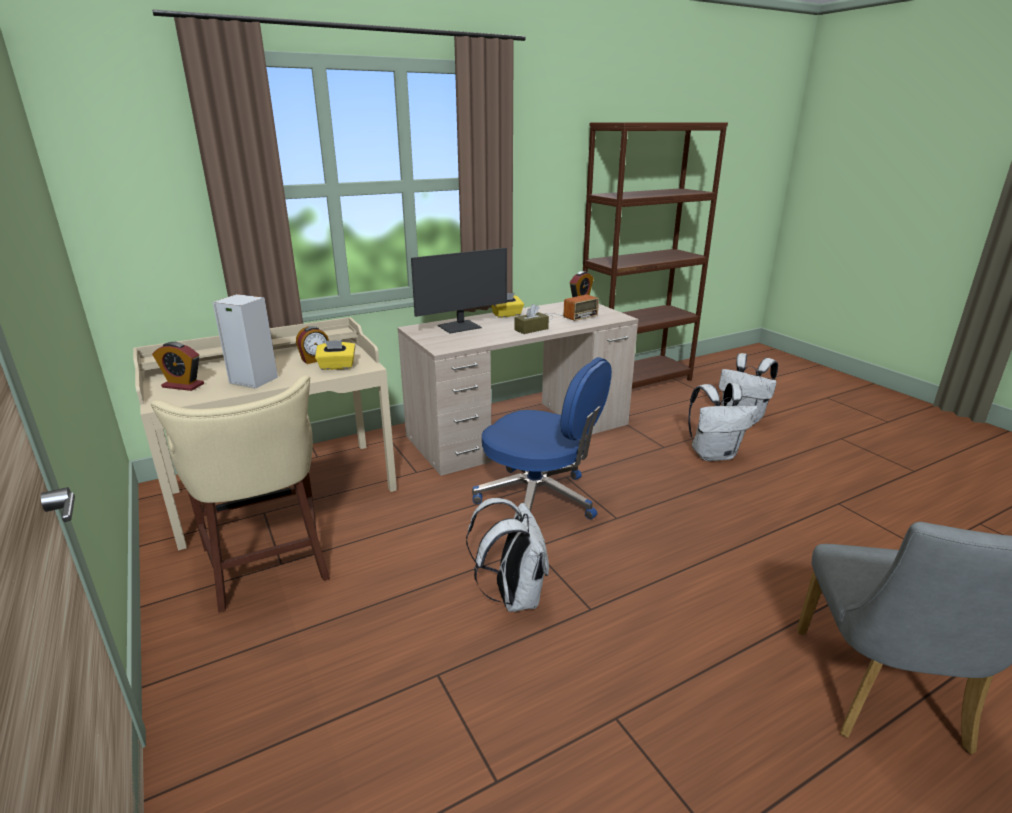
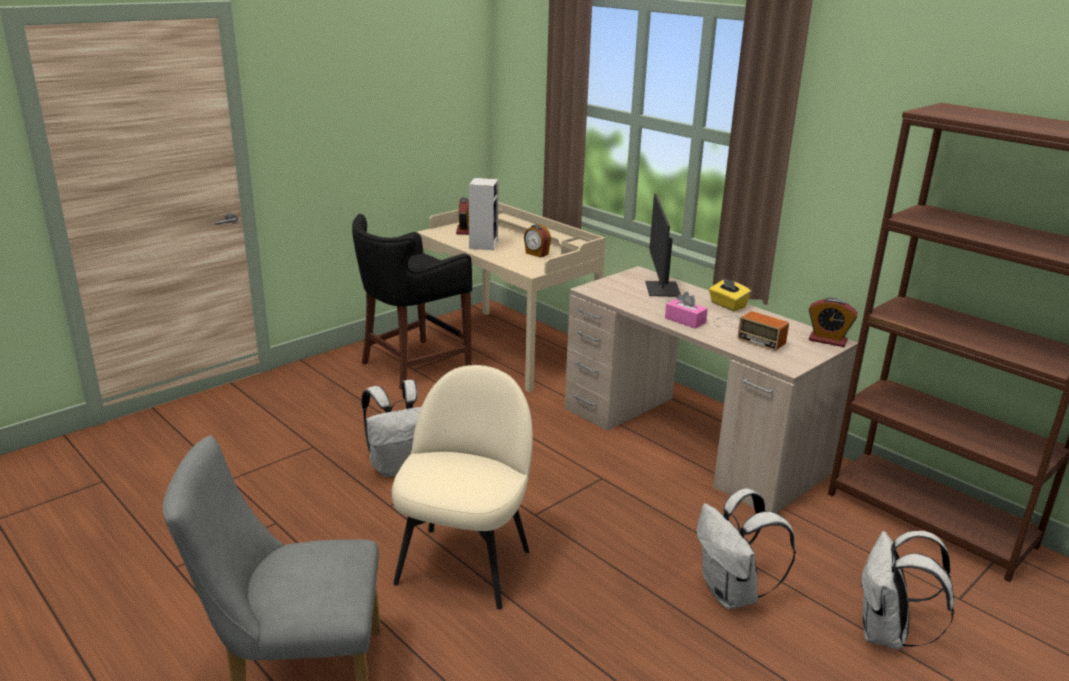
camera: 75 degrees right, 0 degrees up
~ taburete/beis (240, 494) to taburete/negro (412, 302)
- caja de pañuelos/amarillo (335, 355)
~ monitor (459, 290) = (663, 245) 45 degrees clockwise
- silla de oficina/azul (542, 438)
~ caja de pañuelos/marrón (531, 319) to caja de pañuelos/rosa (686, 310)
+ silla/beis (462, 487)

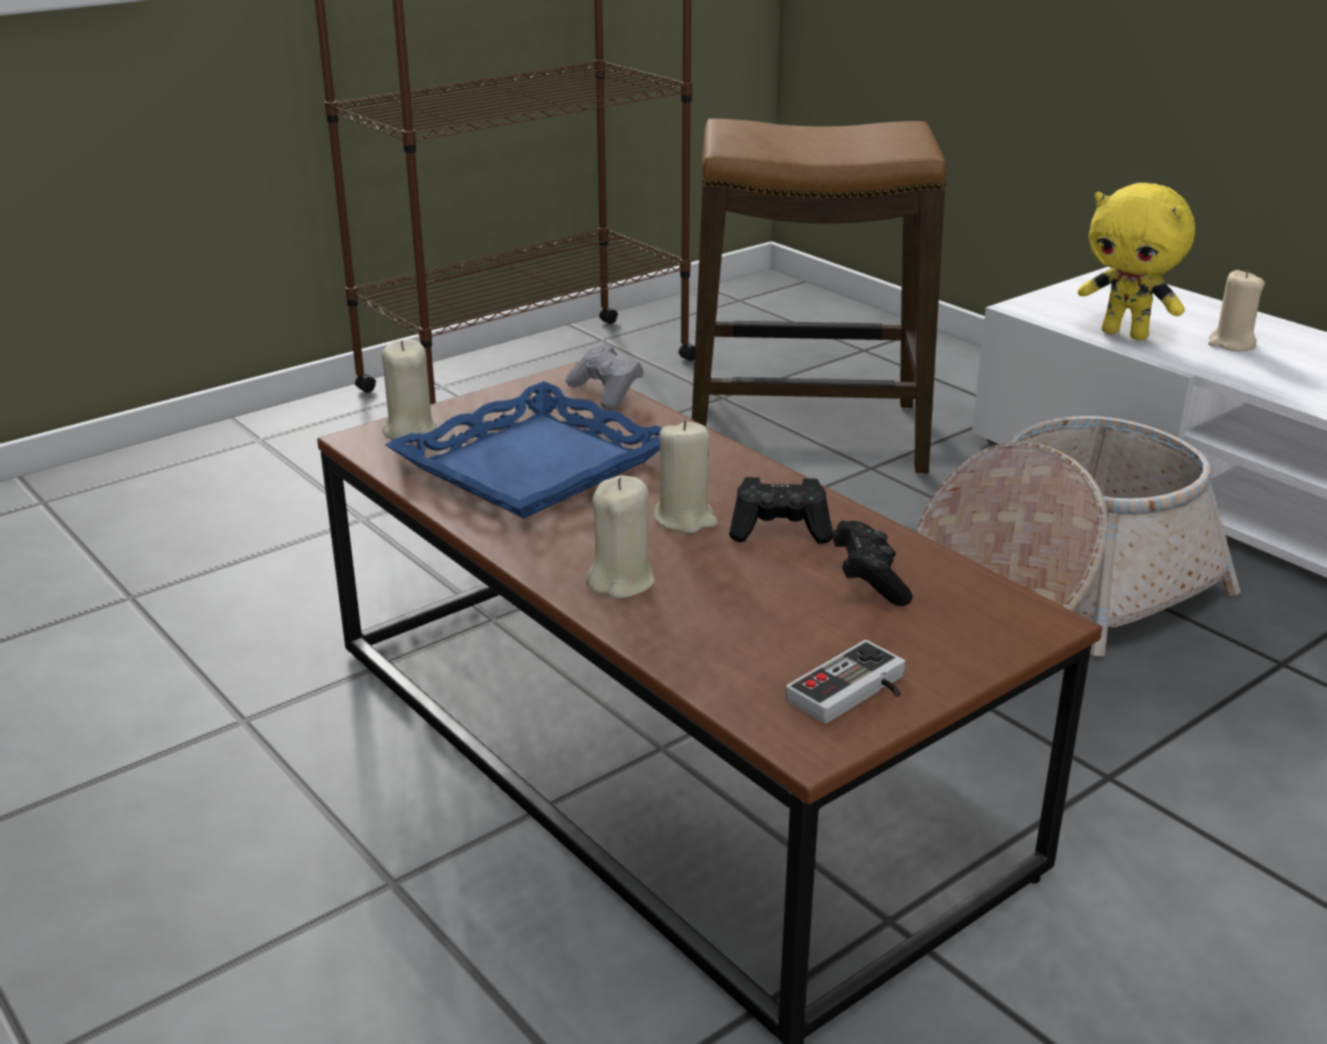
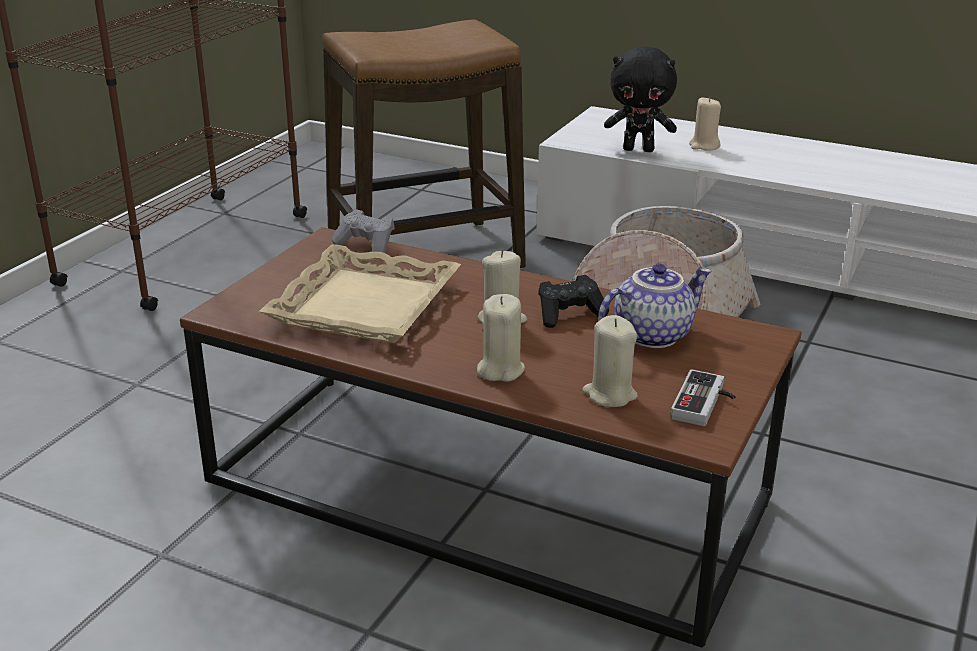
camera: 25 degrees left, 0 degrees up
~ vela/beis (409, 389) to (610, 361)
~ bandeja/azul (523, 449) to bandeja/beis (360, 293)
~ mando de consola/negro (872, 563) to tetera (655, 305)
~ peluche/amarillo (1136, 261) to peluche/negro (640, 99)

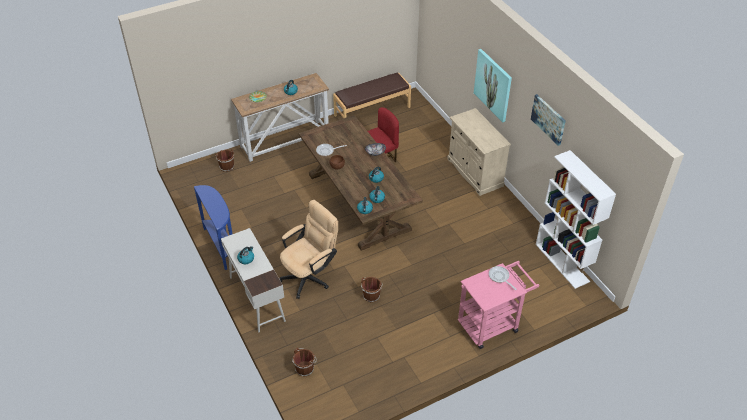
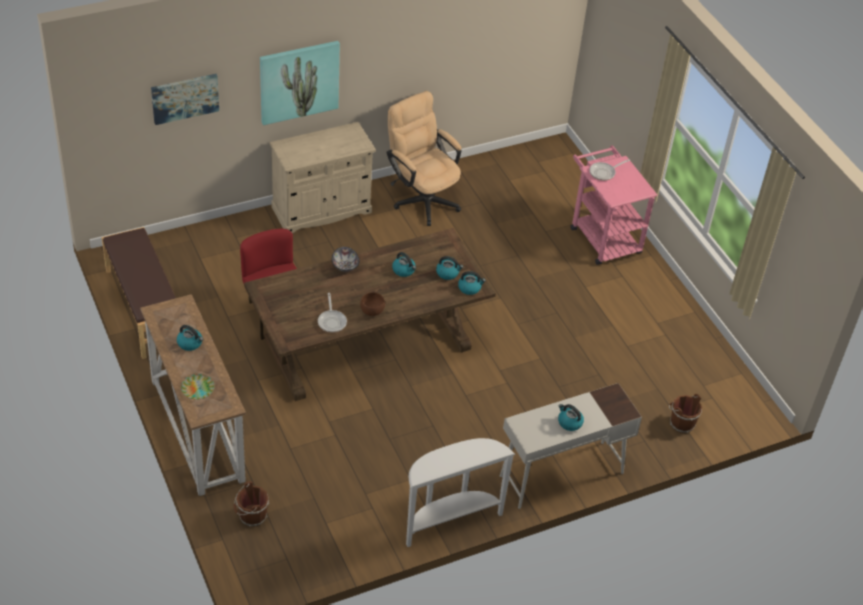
camera: 90 degrees left, 0 degrees up
~ mesa consola/azul (213, 227) to mesa consola/blanco (460, 492)
~ silla de oficina/beis (308, 249) to (424, 158)
- cubo/marrón (372, 289)
~ cuadro (548, 120) to (185, 99)
- estantería/blanco (576, 219)

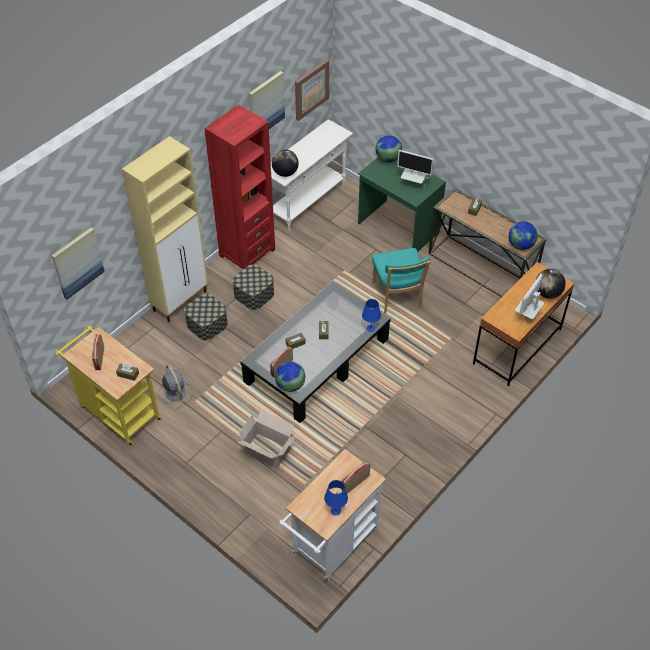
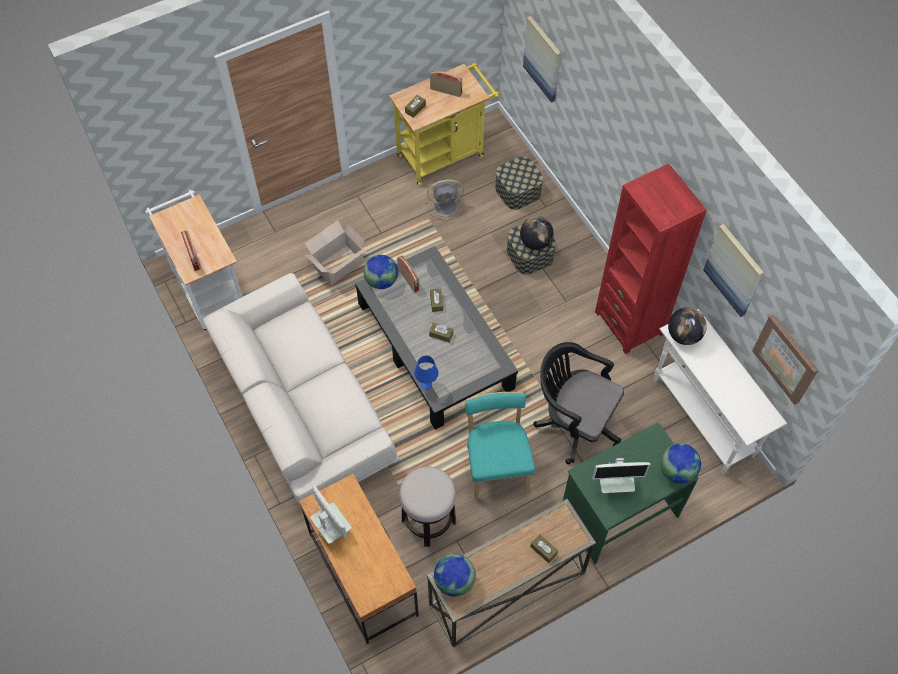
camera: 110 degrees right, 10 degrees up
- armario/beis (165, 229)
~ caja de almacenaje (253, 287) to (519, 183)
- lámpara de mesa/azul (336, 497)
~ silla/turquesa (401, 281) = (500, 445) 75 degrees clockwise
~ monitor (415, 168) = (621, 475) 135 degrees counterclockwise
~ globo terráqueo (551, 284) to (537, 233)
+ sofá/blanco (301, 389)
+ taburete (427, 506)
+ silla de oficina/negro (578, 403)

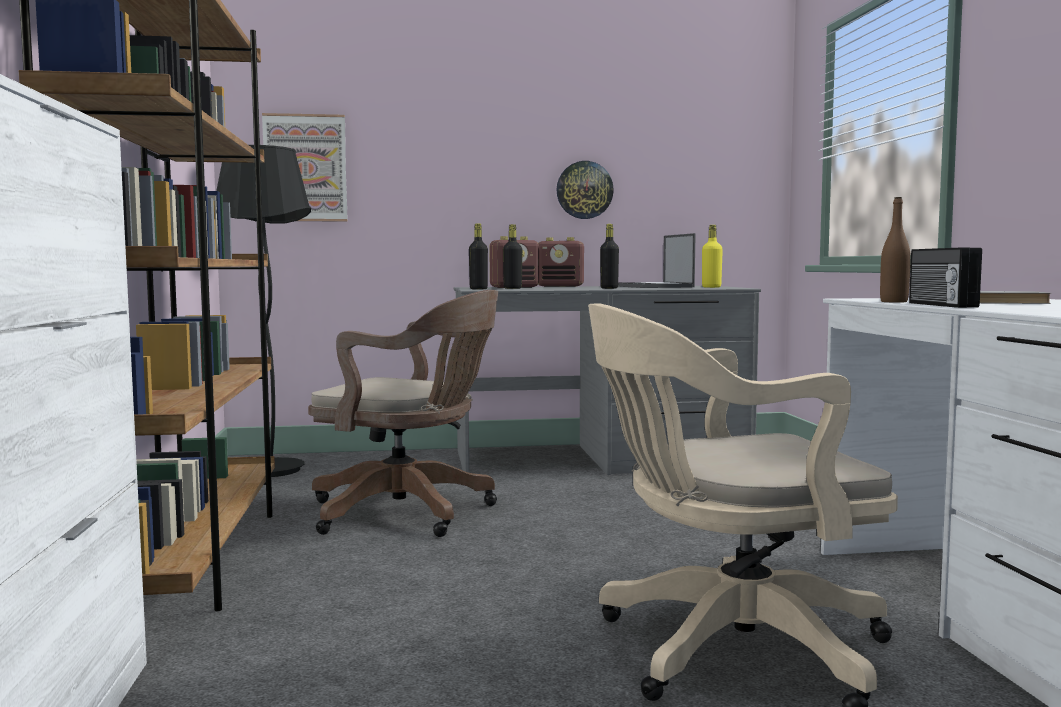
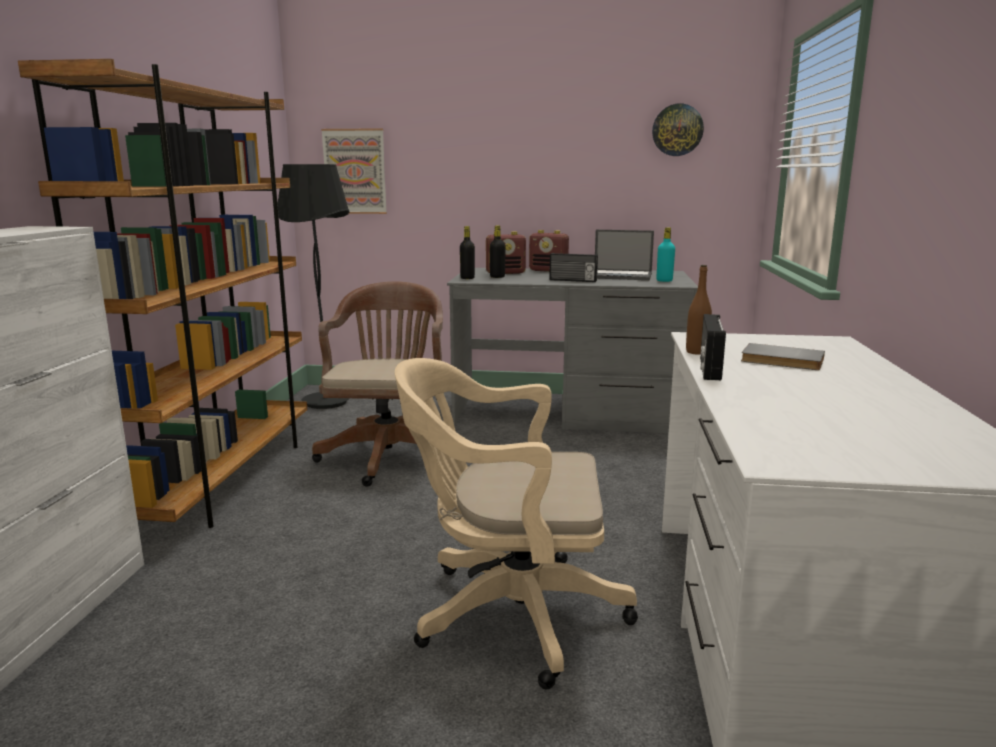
camera: 15 degrees right, 10 degrees up
~ silla de oficina/marrón (403, 413) = (377, 384) 120 degrees counterclockwise
~ reloj de pared (585, 190) to (678, 129)
~ botella/negro (609, 256) to radio (573, 267)
~ portátil (657, 260) = (624, 255) 75 degrees counterclockwise
~ botella/amarillo (712, 256) to botella/turquesa (665, 254)

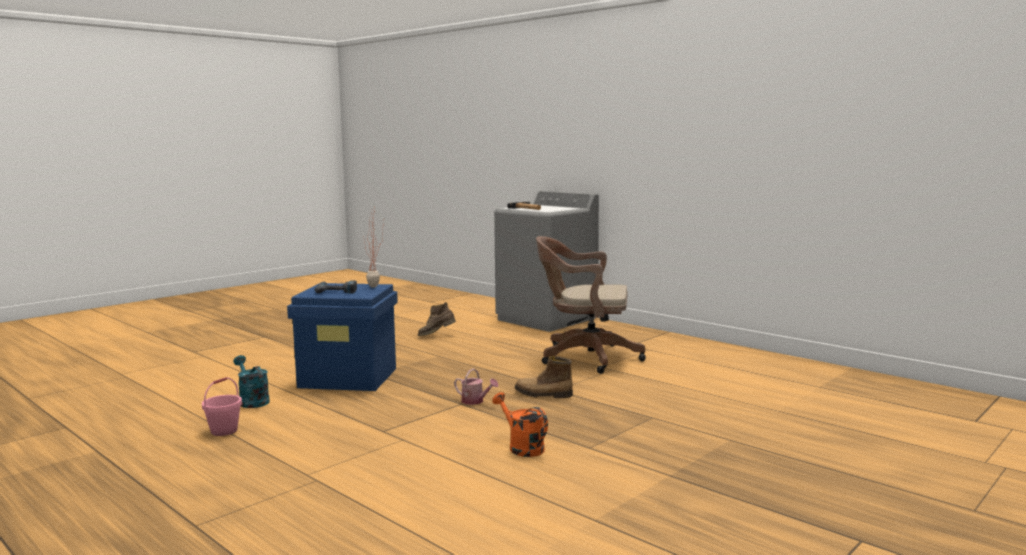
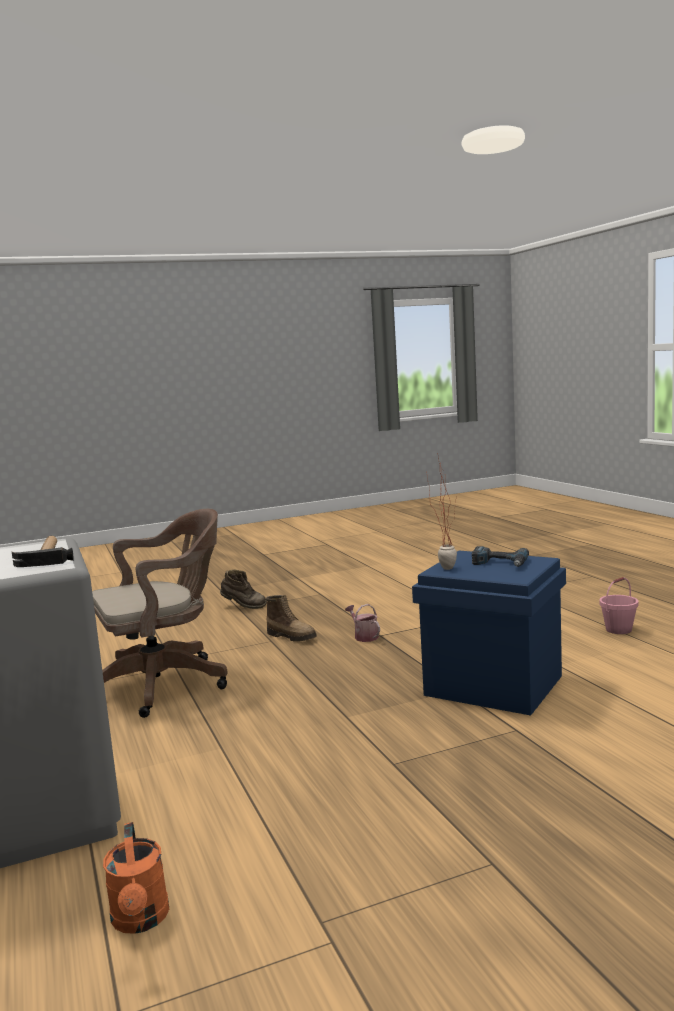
camera: 155 degrees left, 0 degrees up
- regadera/turquesa (251, 381)
~ bota/marrón (437, 319) to (243, 589)
~ regadera/naranja (520, 424) to (136, 878)
~ silla de oficina/marrón (591, 305) = (160, 613) 60 degrees counterclockwise

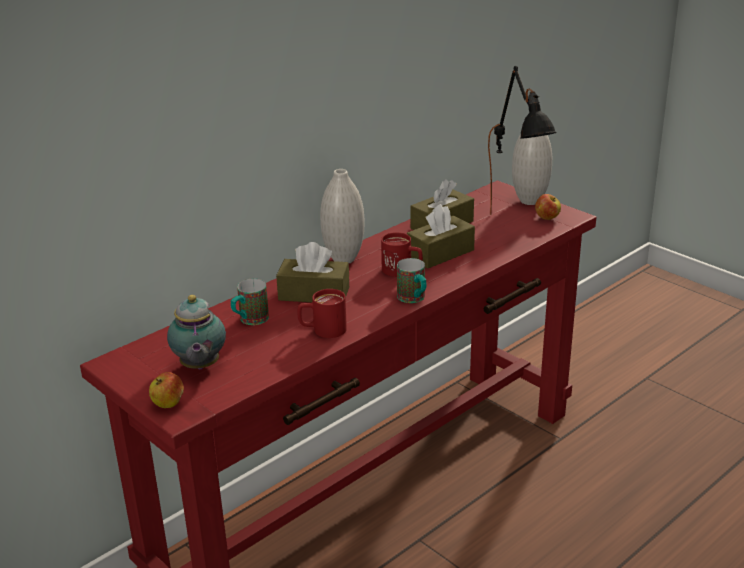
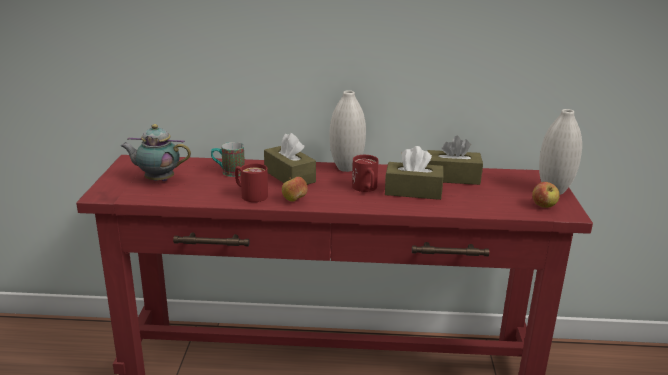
camera: 45 degrees right, 5 degrees down
~ manzana (166, 390) to (295, 189)
~ tetera (196, 332) = (156, 152) 60 degrees clockwise
- taza grande (411, 280)
- lámpara de mesa/negro (522, 140)

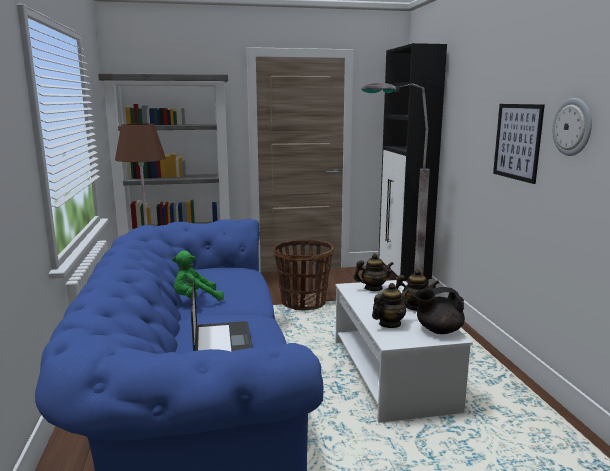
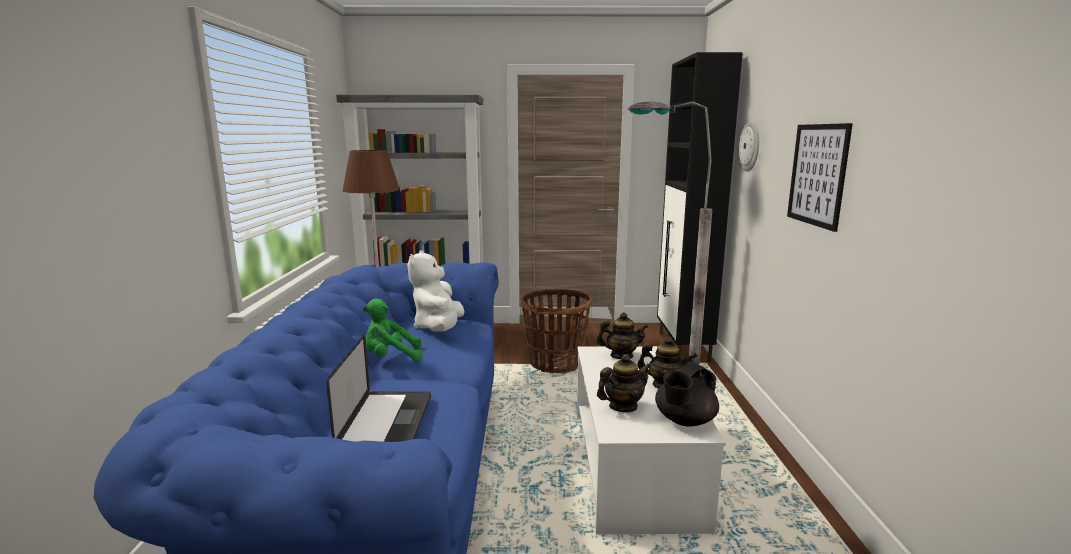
camera: 10 degrees right, 0 degrees up
~ tetera/negro (440, 310) = (687, 394) 45 degrees counterclockwise
~ reloj de pared (572, 127) to (749, 146)
+ peluche/blanco (436, 290)

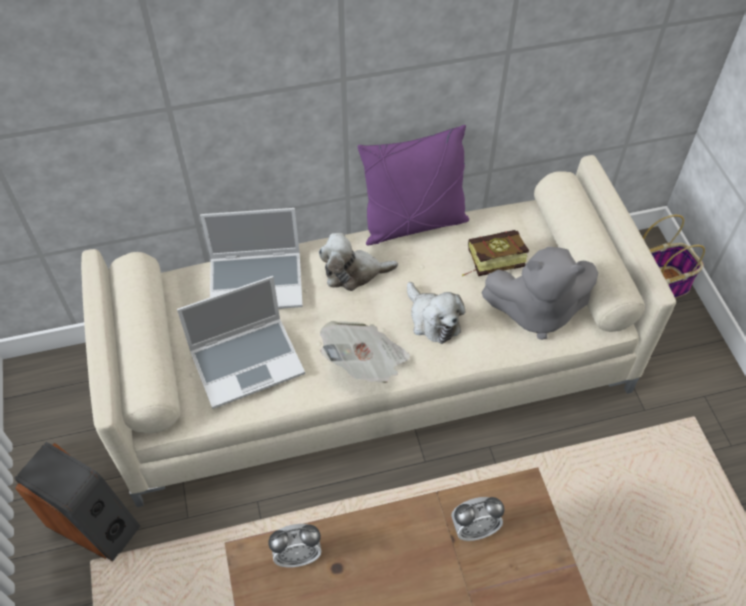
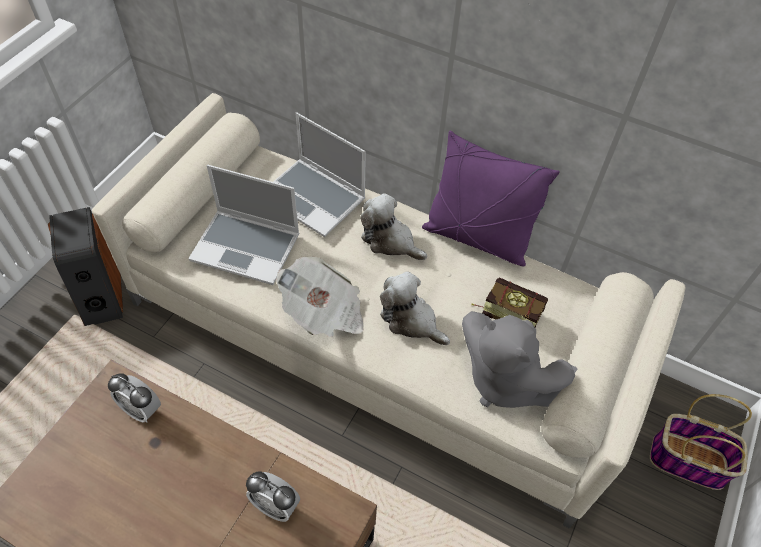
camera: 40 degrees right, 0 degrees up
~ peluche (436, 313) = (415, 308) 120 degrees clockwise

